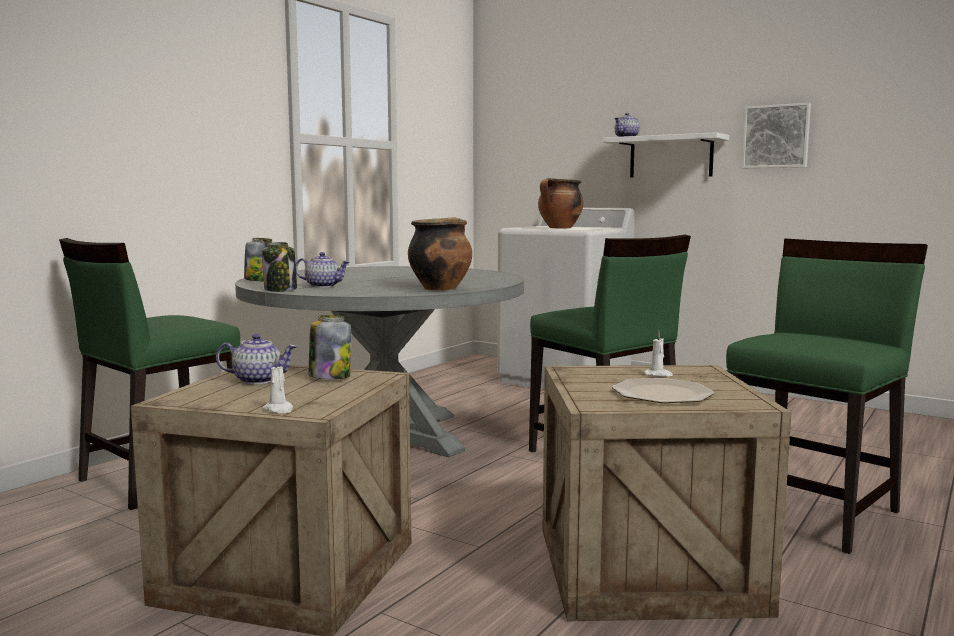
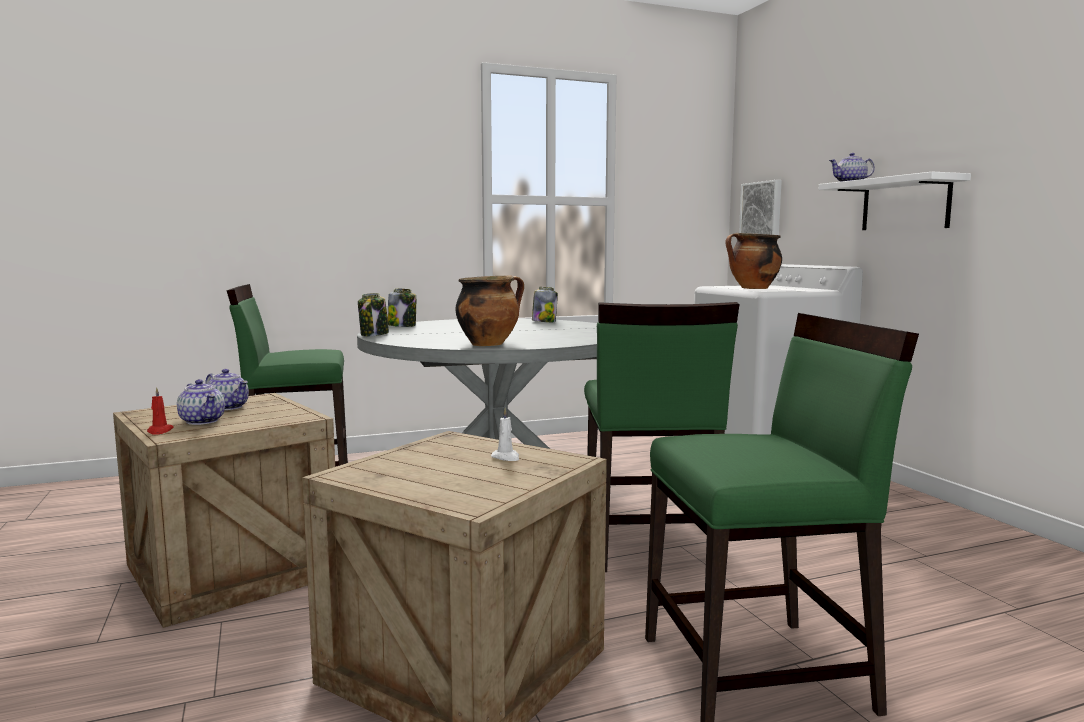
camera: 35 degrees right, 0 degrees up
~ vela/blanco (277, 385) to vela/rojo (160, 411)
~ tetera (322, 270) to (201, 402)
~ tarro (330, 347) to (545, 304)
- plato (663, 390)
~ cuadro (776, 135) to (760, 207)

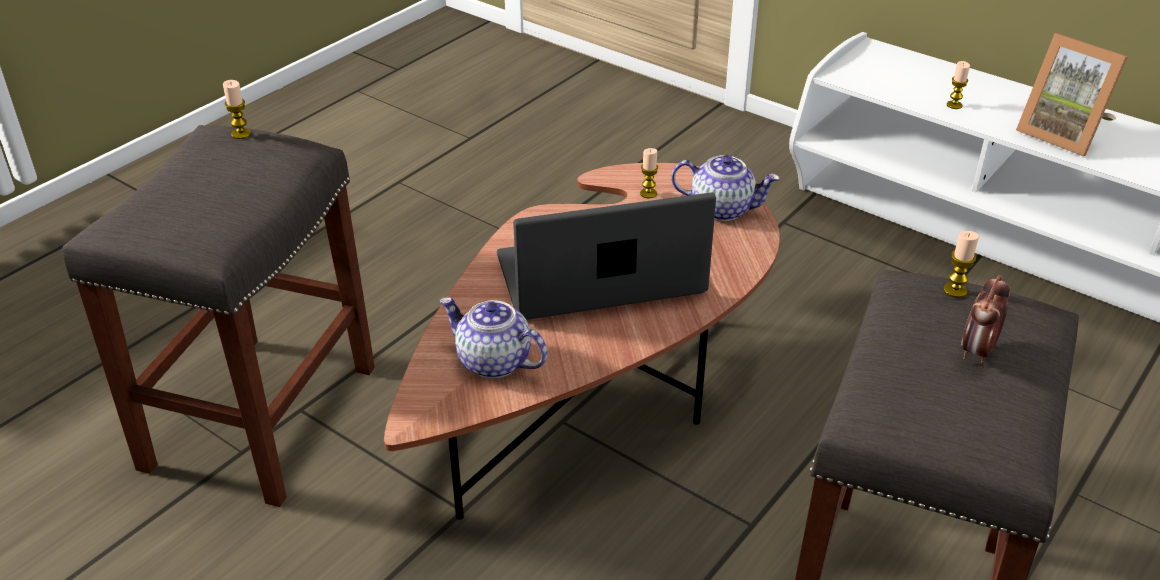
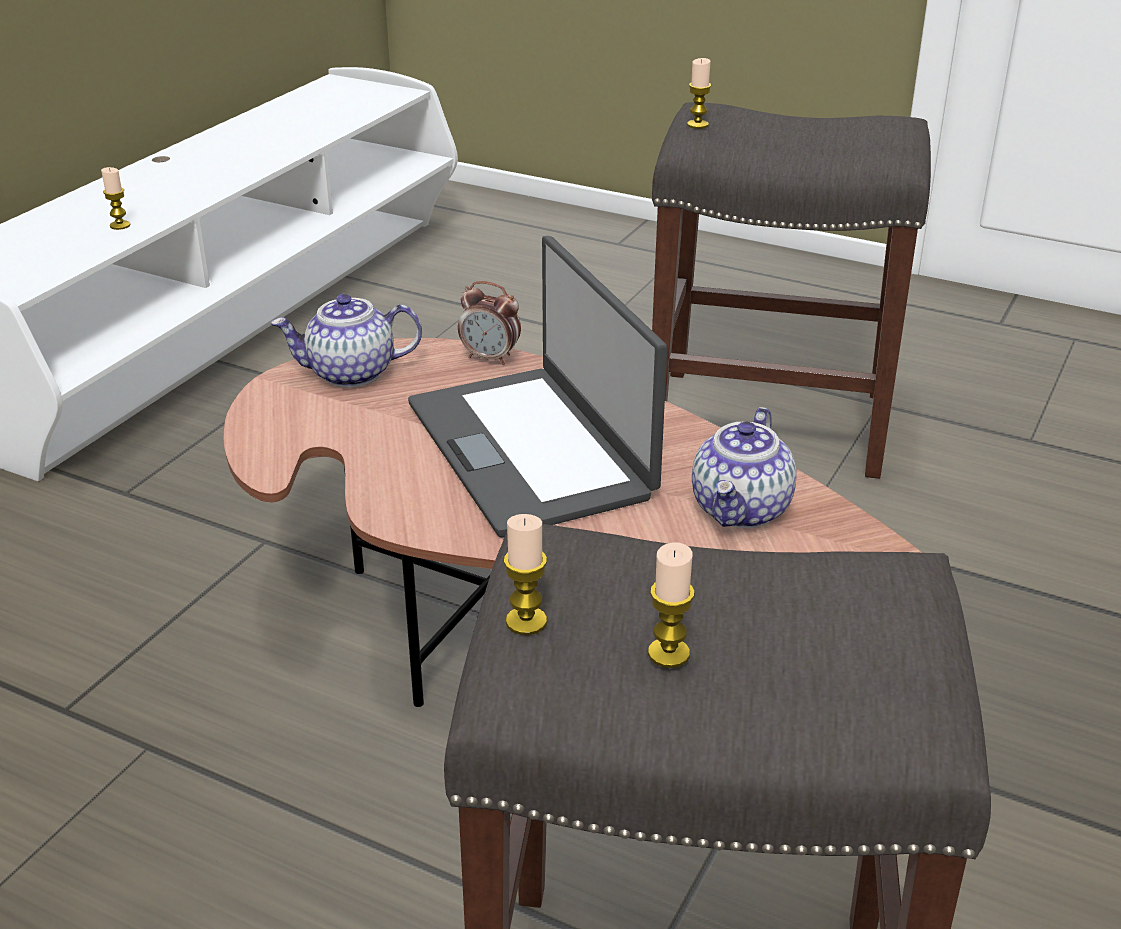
camera: 100 degrees left, 5 degrees down
~ vela (649, 173) to (671, 605)
~ tetera (725, 188) = (346, 340) 105 degrees counterclockwise
~ despertador (985, 319) to (489, 323)
- portarretratos (1072, 94)

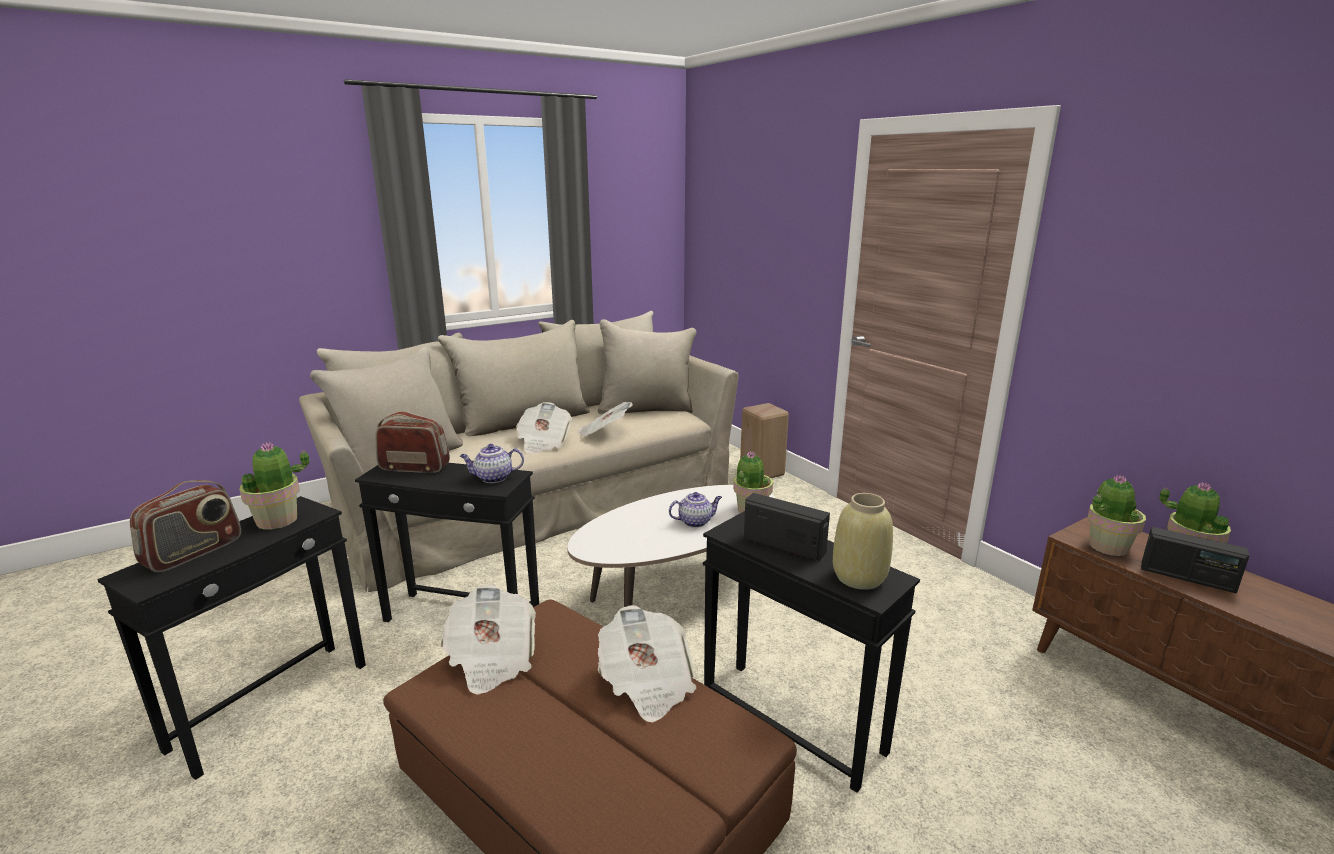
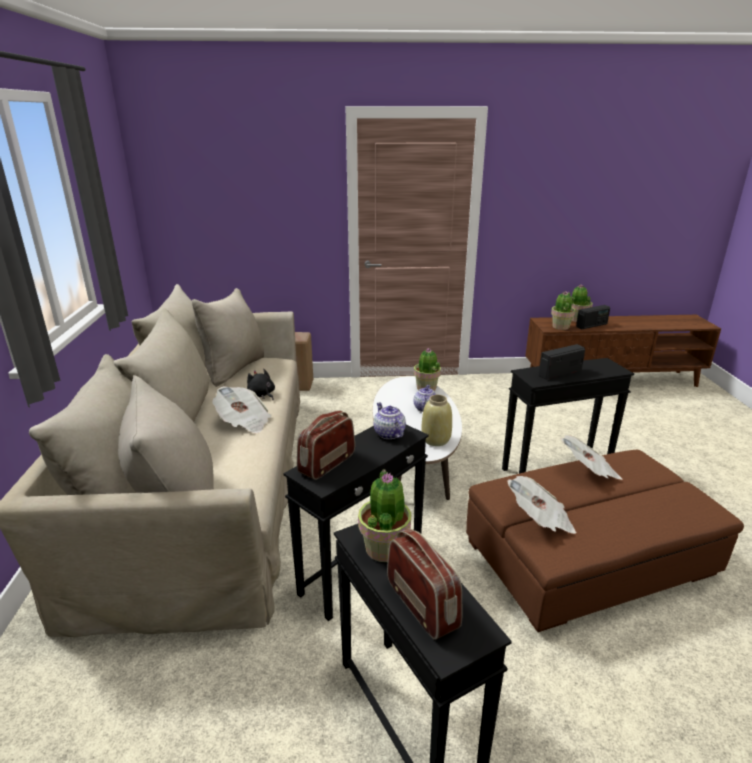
camera: 60 degrees left, 5 degrees up
~ tetera (492, 463) = (389, 421) 135 degrees clockwise
~ periódico (605, 420) to peluche/negro (261, 385)
~ florero/beis (863, 541) to (436, 420)

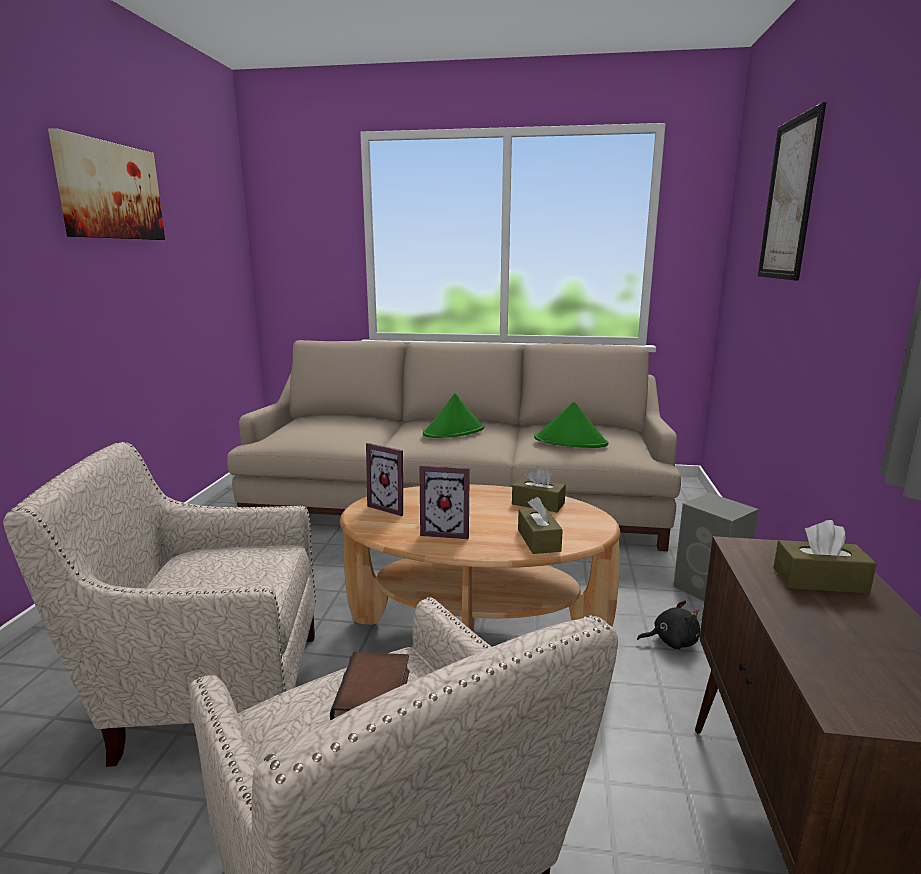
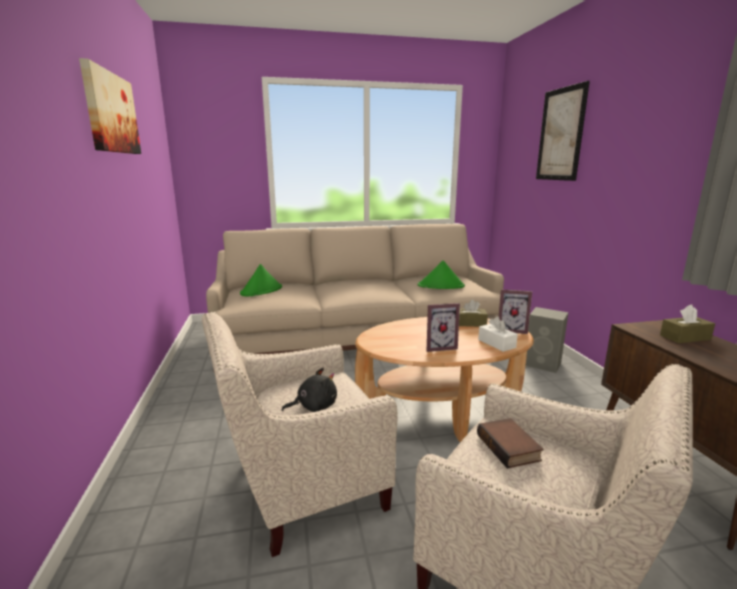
camera: 20 degrees left, 0 degrees up
~ portarretratos (384, 479) to (515, 311)
~ sombrero/verde (453, 415) to (261, 280)
~ caja de pañuelos/marrón (540, 525) to caja de pañuelos/blanco (498, 334)
~ peluche/negro (668, 624) to (309, 390)

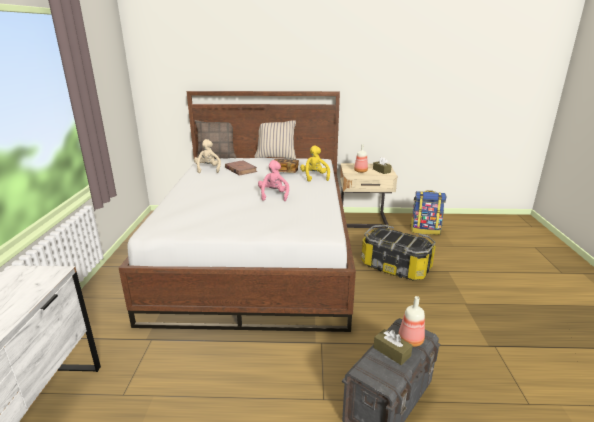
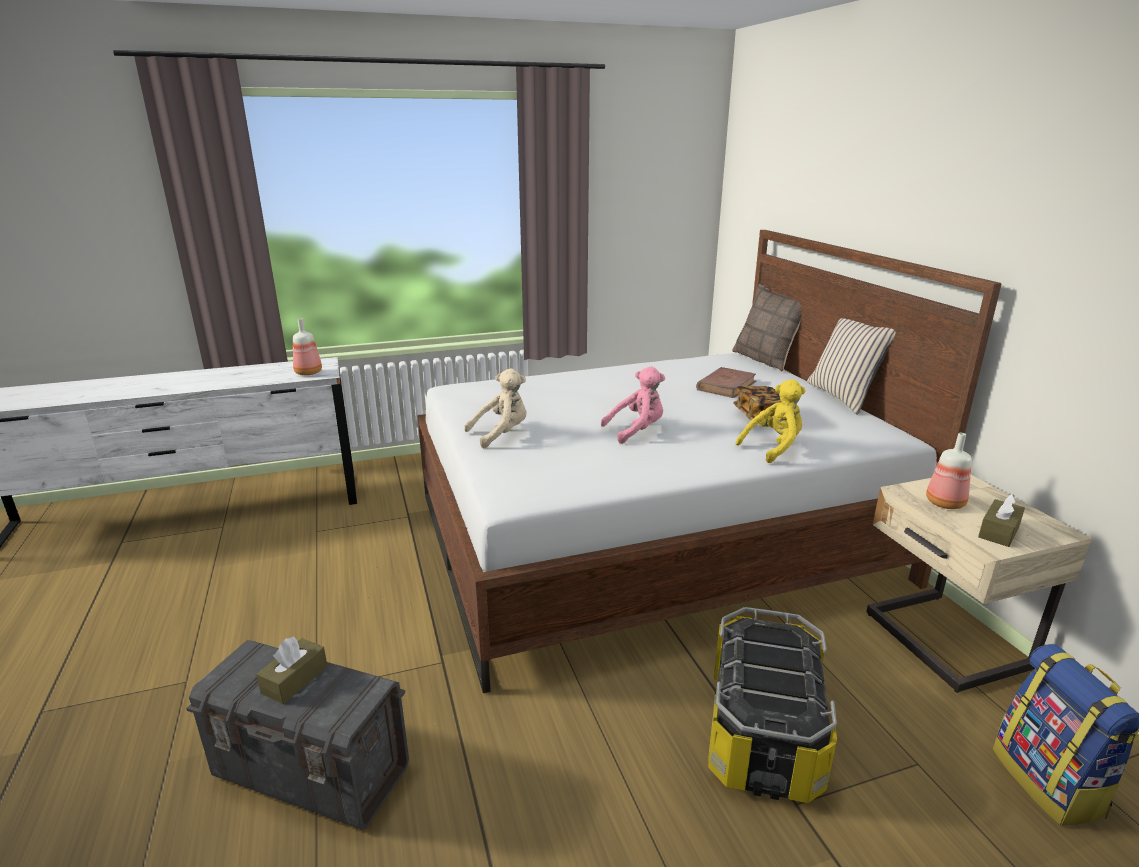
camera: 70 degrees right, 0 degrees up
~ peluche/beis (207, 156) to (495, 408)
~ botella (411, 321) to (307, 346)

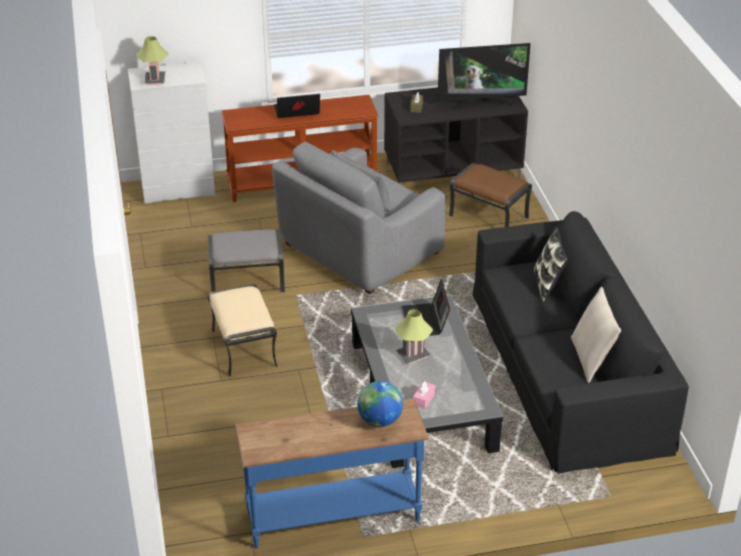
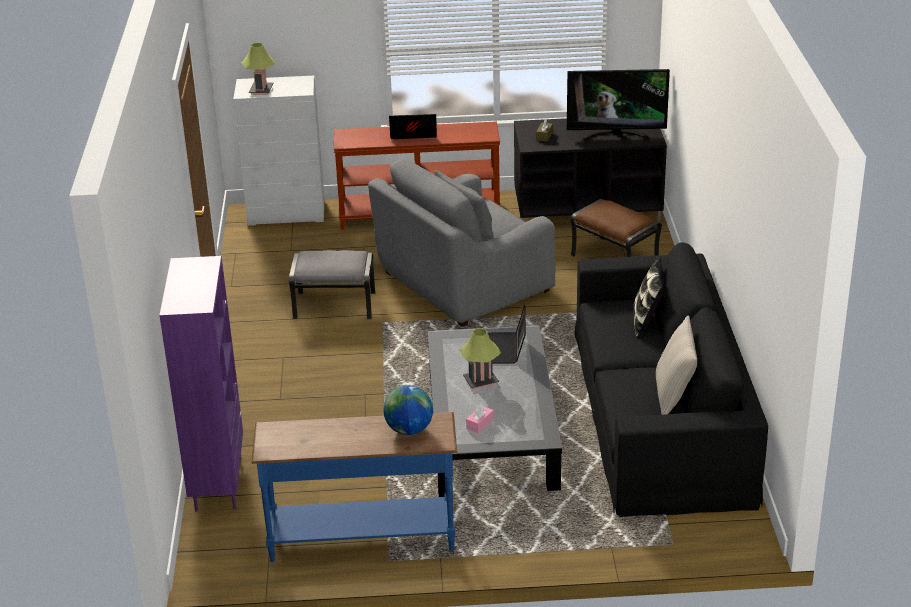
camera: 10 degrees right, 5 degrees down
- puf/beis (242, 330)
+ estantería/morado (201, 384)

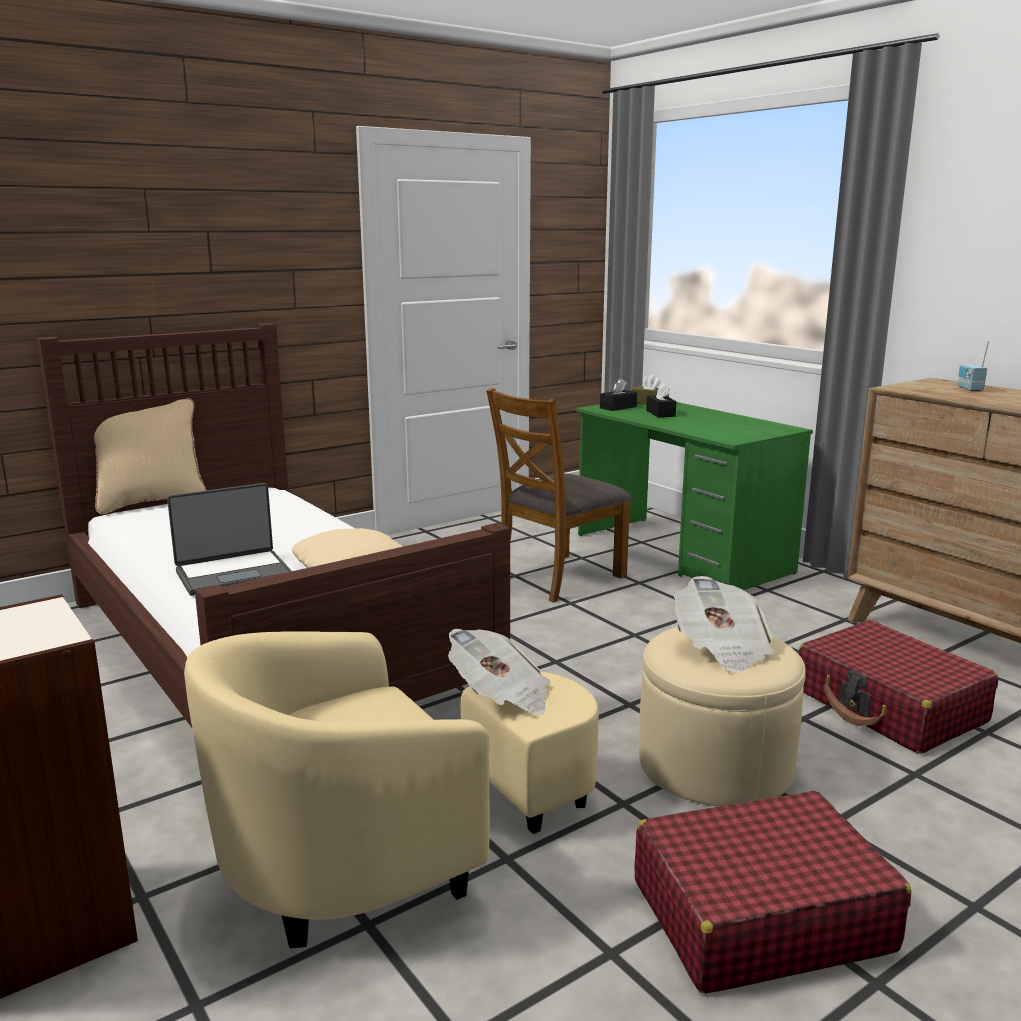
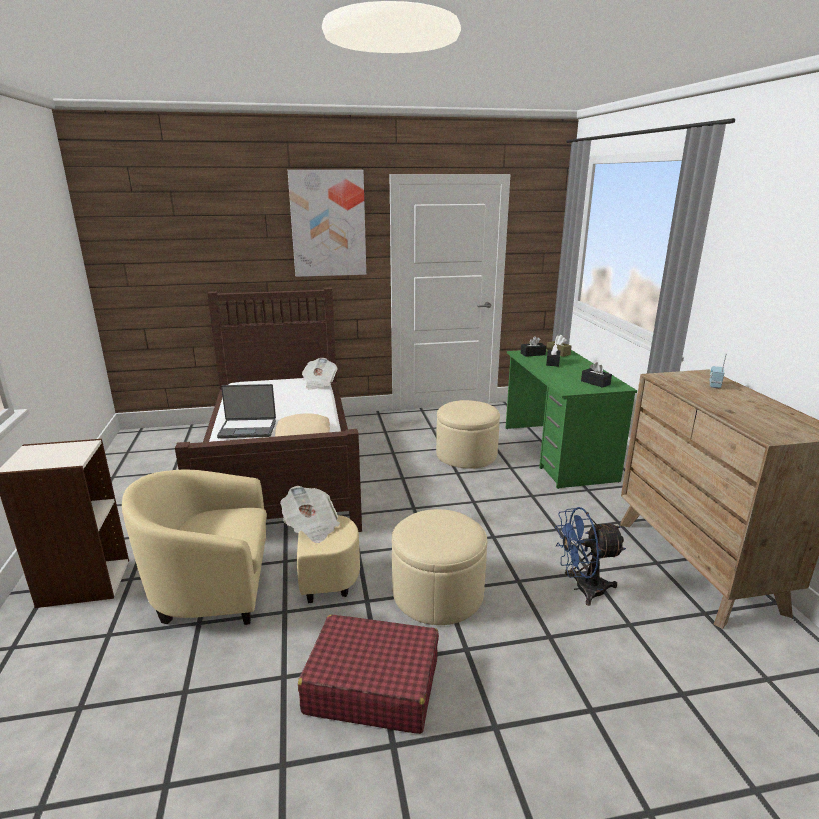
camera: 25 degrees right, 5 degrees up
- cojín/beis (150, 456)
~ silla/marrón (559, 495) to puf/beis (468, 434)
~ periódico (724, 624) to (320, 373)
~ maleta/rojo (898, 687) to ventilador/azul (590, 556)
+ cuadro (327, 223)
+ caja de pañuelos/negro (596, 375)

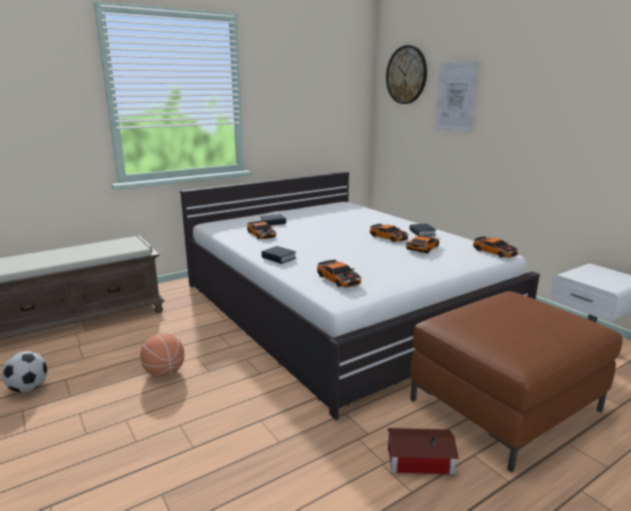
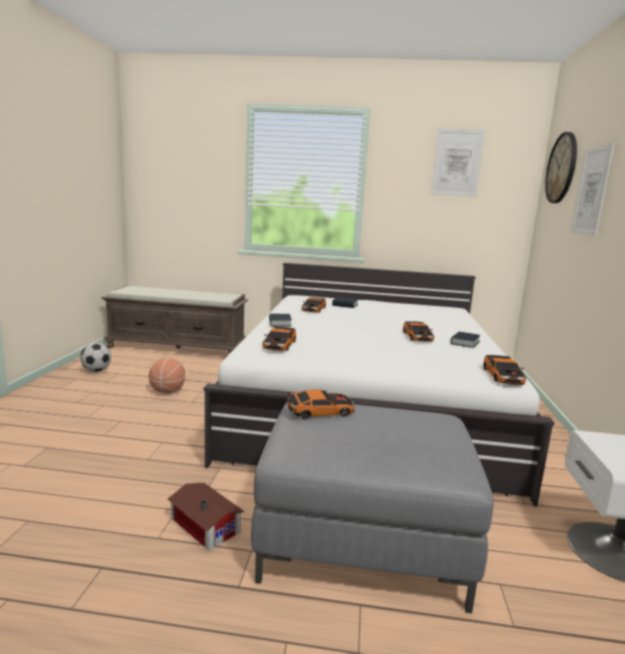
camera: 40 degrees right, 5 degrees down
~ coche de juguete (422, 245) to (321, 404)
~ puf/marrón (516, 381) to puf/gris (372, 508)
+ cuadro (458, 162)

